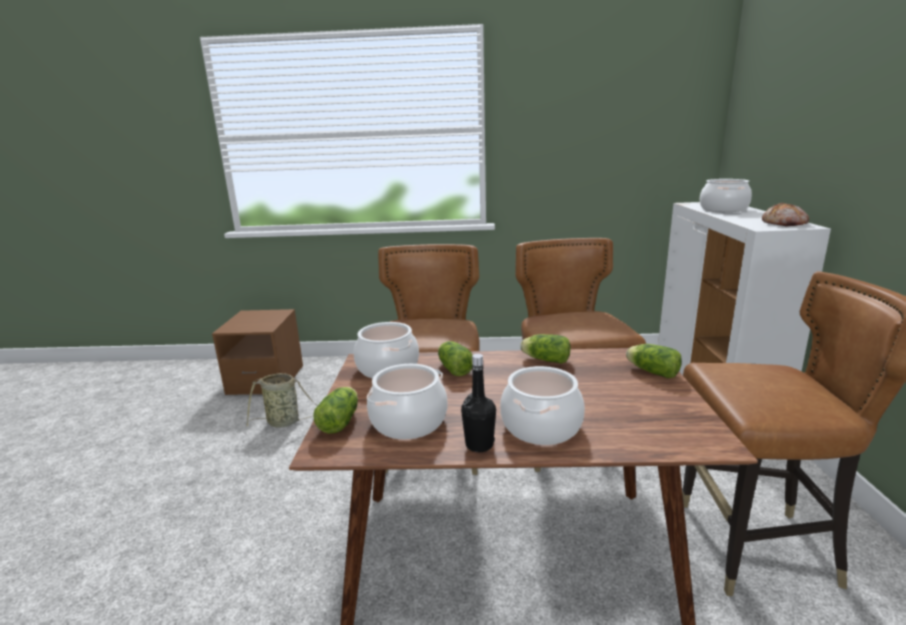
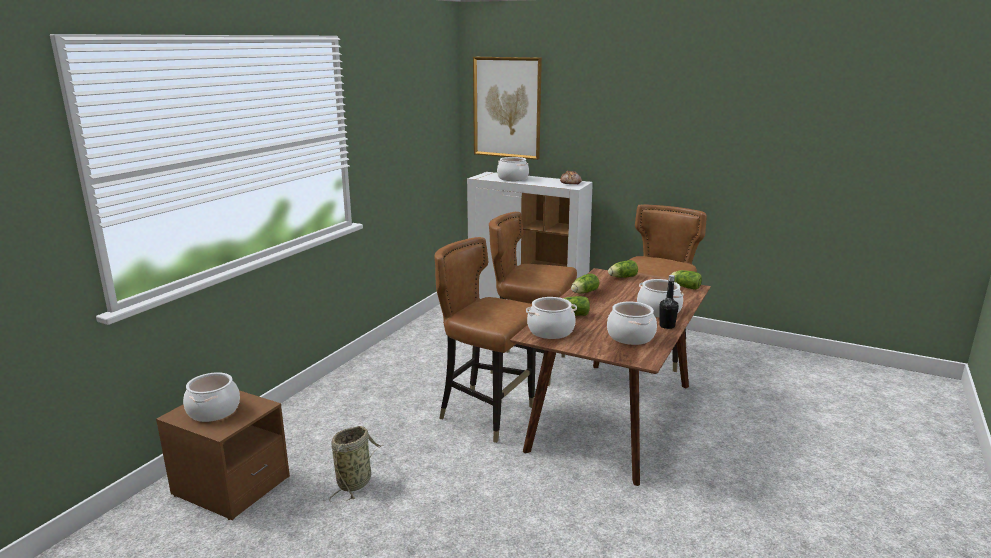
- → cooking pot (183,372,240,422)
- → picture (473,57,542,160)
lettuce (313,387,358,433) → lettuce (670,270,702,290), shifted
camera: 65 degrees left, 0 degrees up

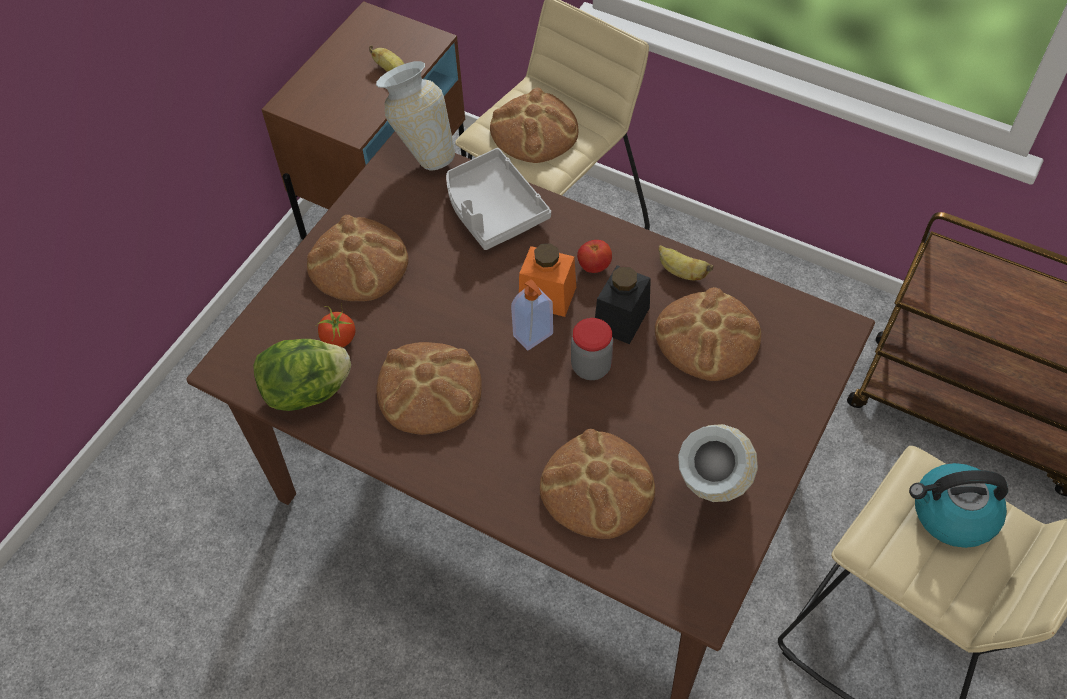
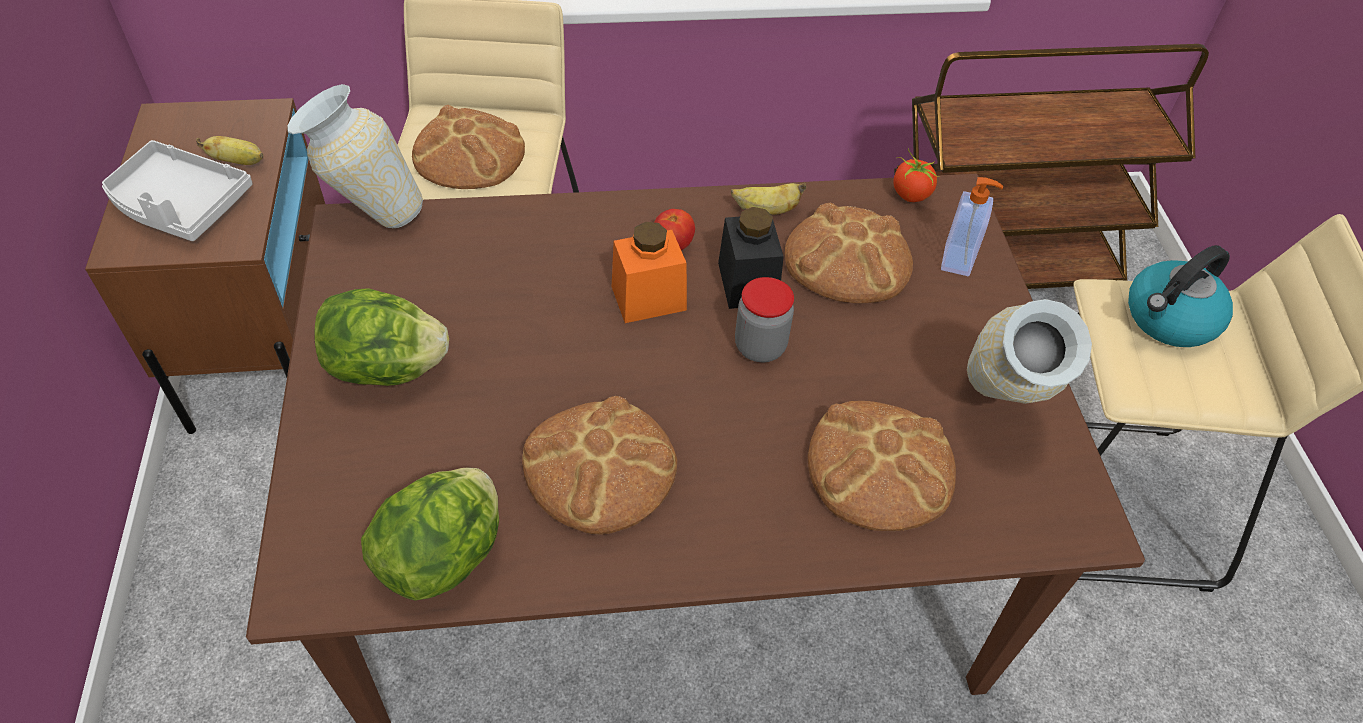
grey tray (446,148,551,250) → grey tray (102,140,253,241), shifted
bread (307,215,409,301) → lettuce (315,288,449,386)
tomato (317,305,356,348) → tomato (893,148,940,202), shifted
soap dispenser (511,279,553,350) → soap dispenser (941,177,1003,276), shifted
camera: 40 degrees left, 5 degrees down

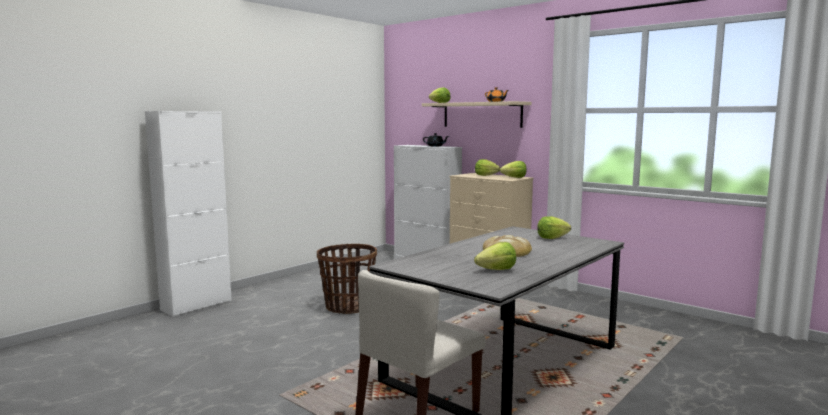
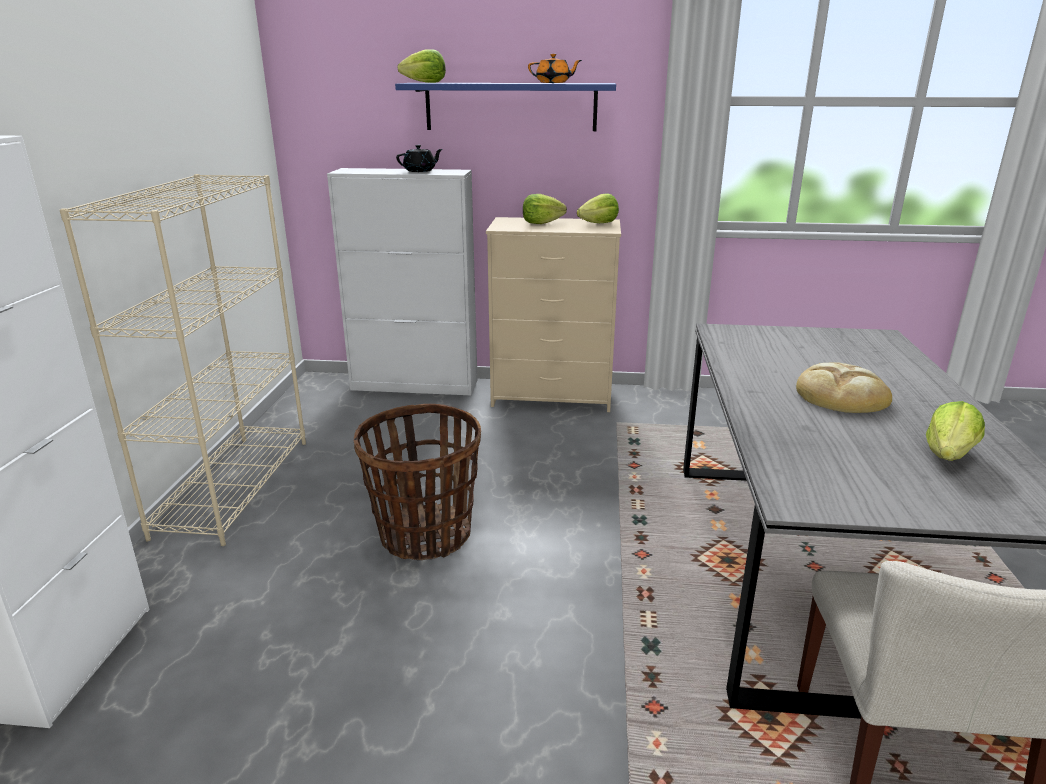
- → beige bookcase (60,174,306,546)
beige shelf (422,101,532,128) → blue shelf (395,83,616,131)
lettuce (537,216,571,239) → -
camera: 35 degrees left, 15 degrees up

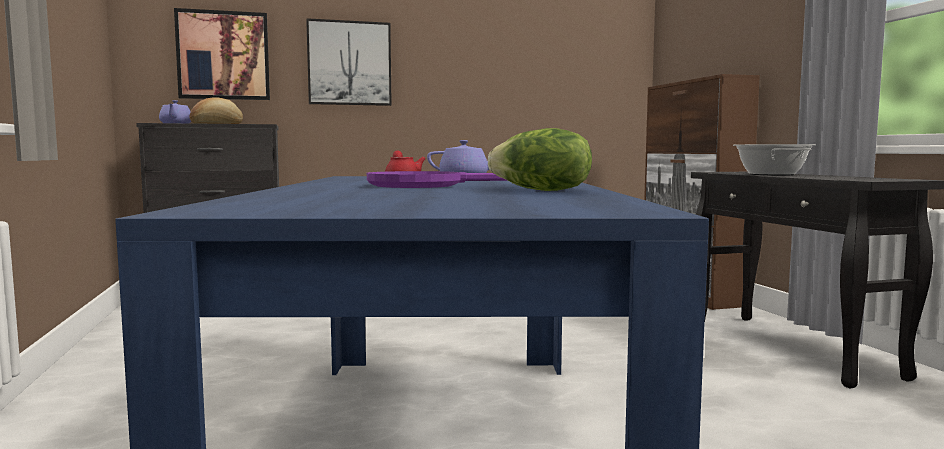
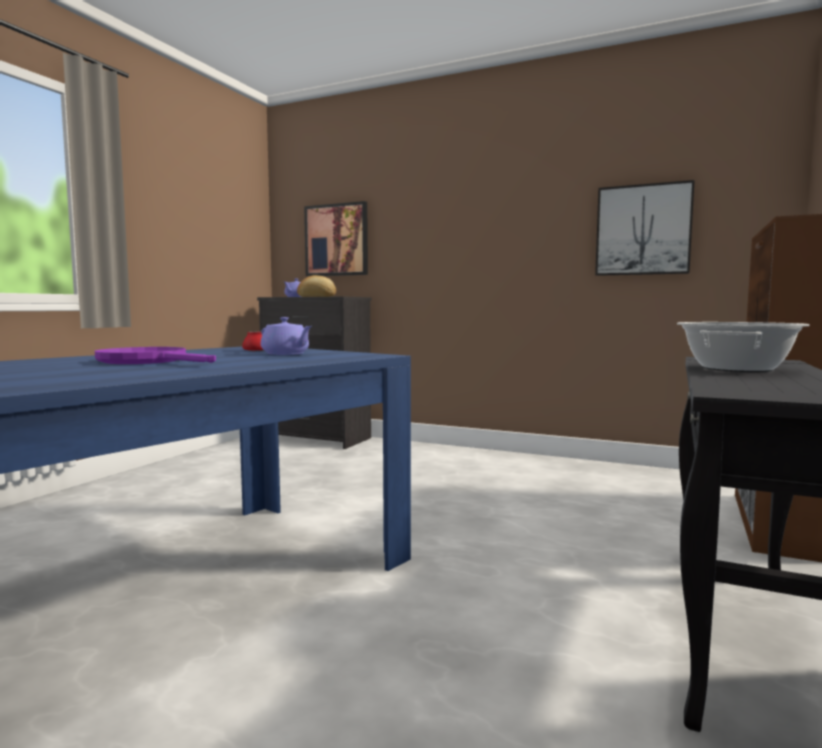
picture (306,18,392,106) → picture (595,180,695,276), shifted
lettuce (488,128,592,191) → -
camera: 40 degrees right, 0 degrees up

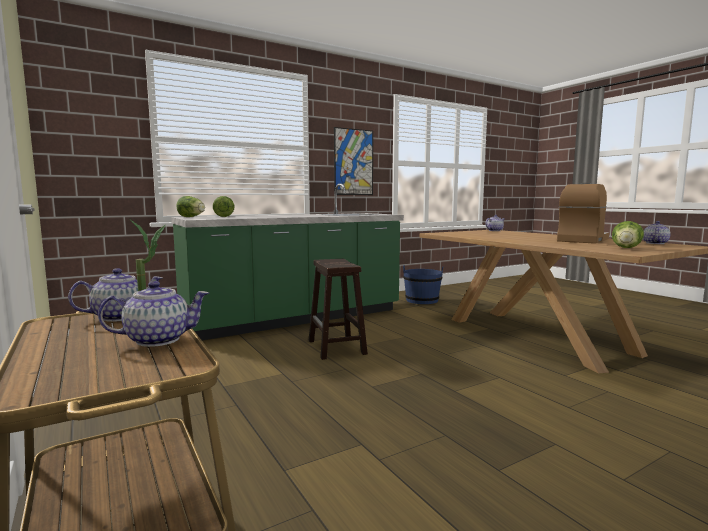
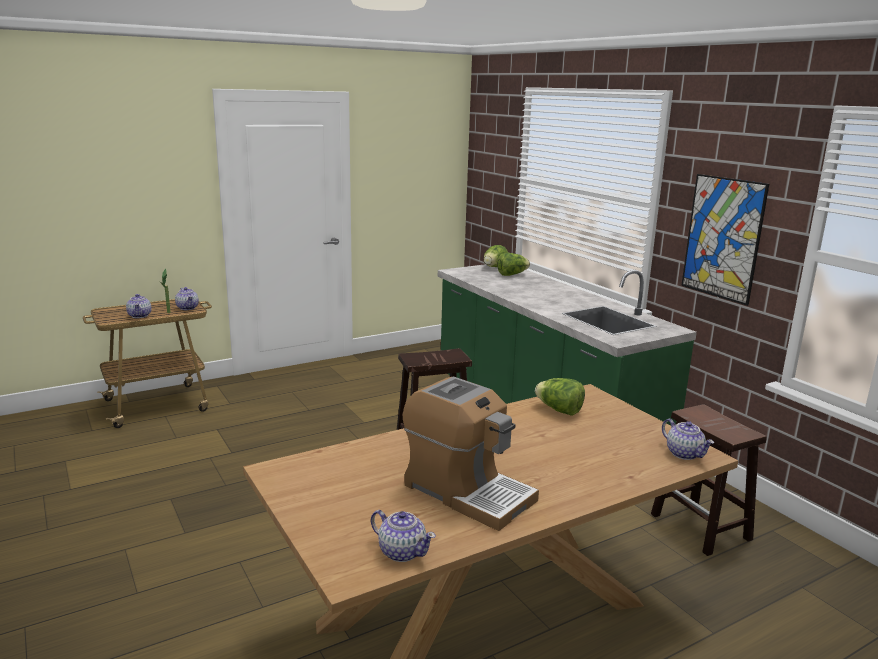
lettuce (612,221,644,248) → lettuce (535,378,585,416), shifted
blue bucket (403,265,443,304) → brown stool (651,404,767,556)
camera: 90 degrees right, 10 degrees up

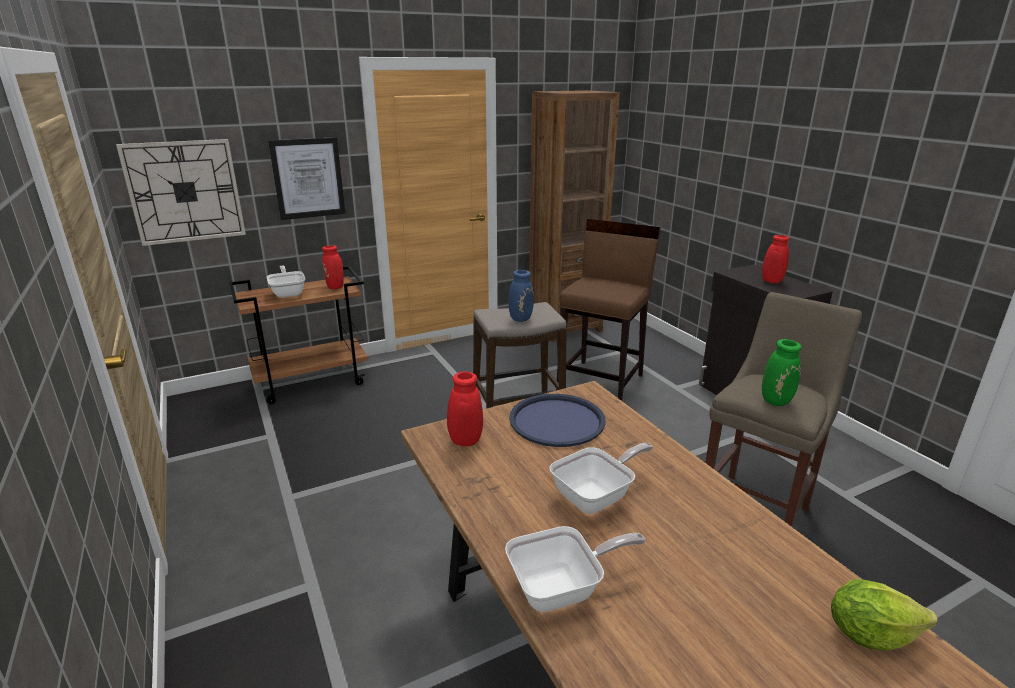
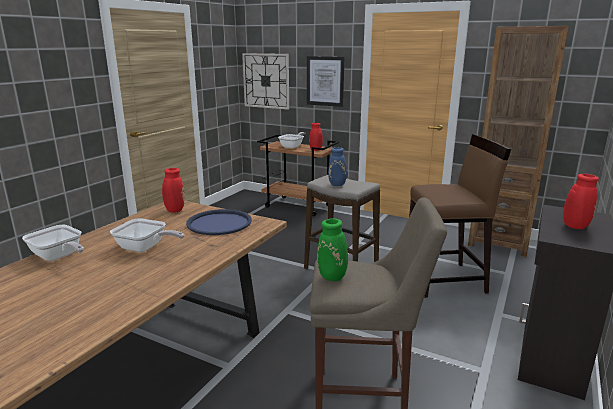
lettuce (831,579,938,651) → -
camera: 55 degrees right, 5 degrees down

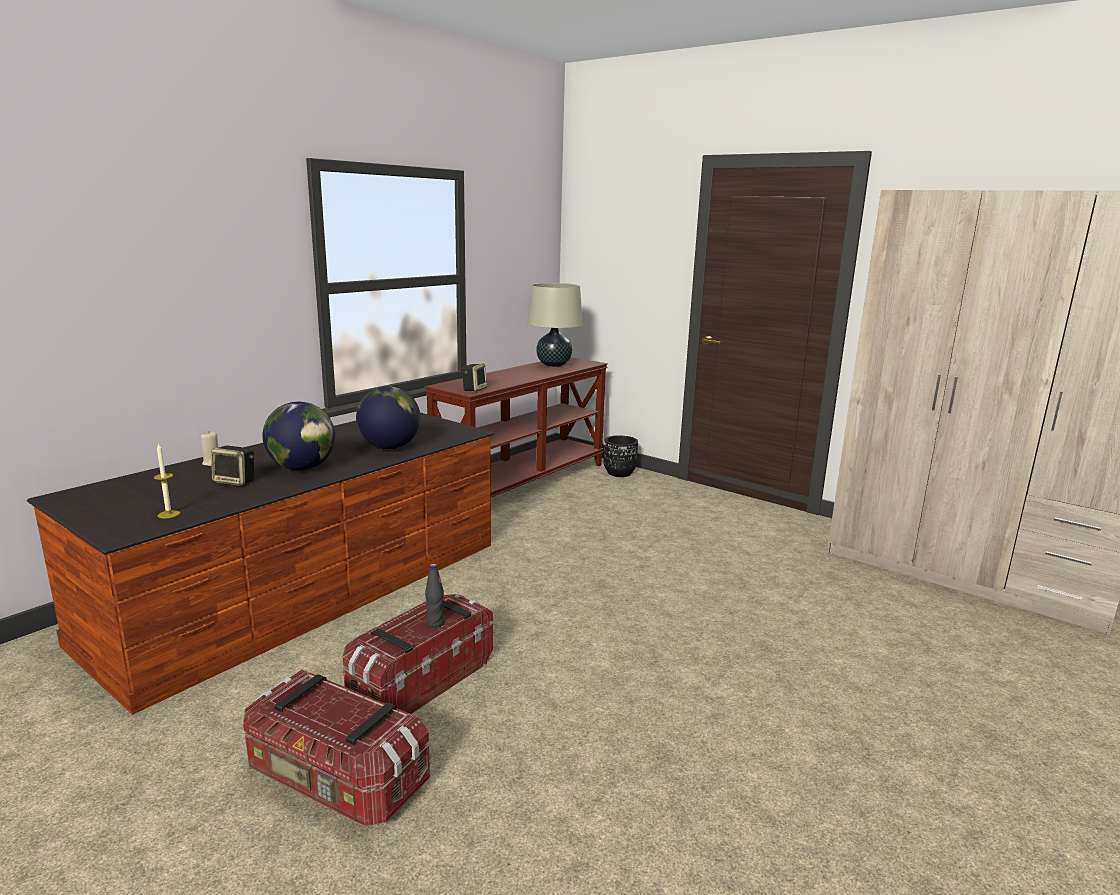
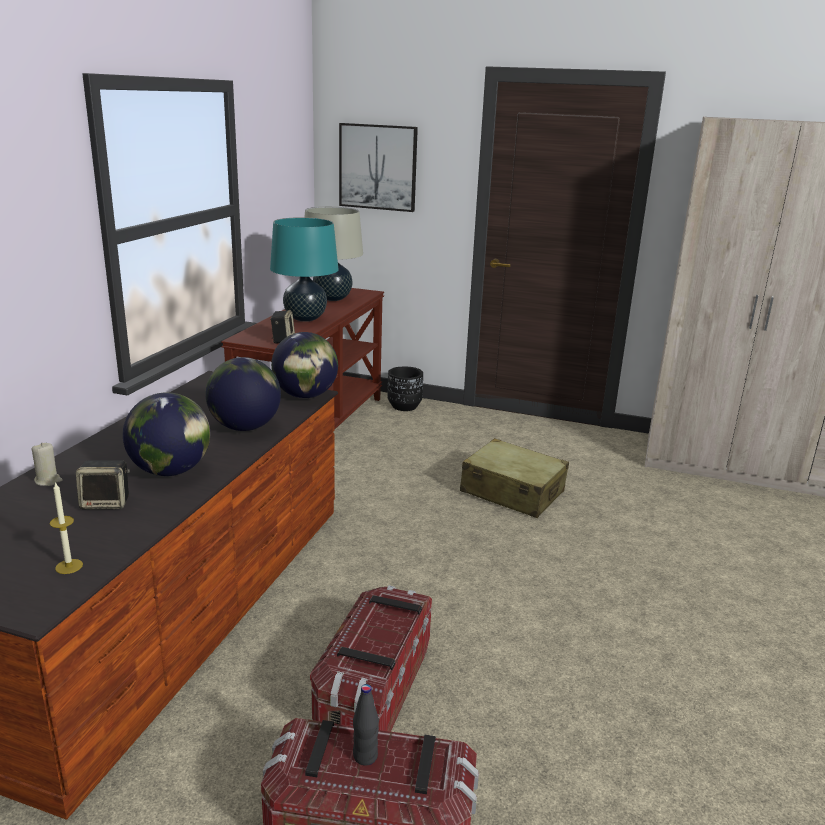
- → turquoise table lamp (270,217,339,322)
- → globe (271,332,338,398)
- → picture (339,123,418,212)
black bottle (425,564,445,628) → black bottle (353,684,379,765), shifted
- → beige suitcase (460,438,569,518)
camera: 20 degrees left, 5 degrees up

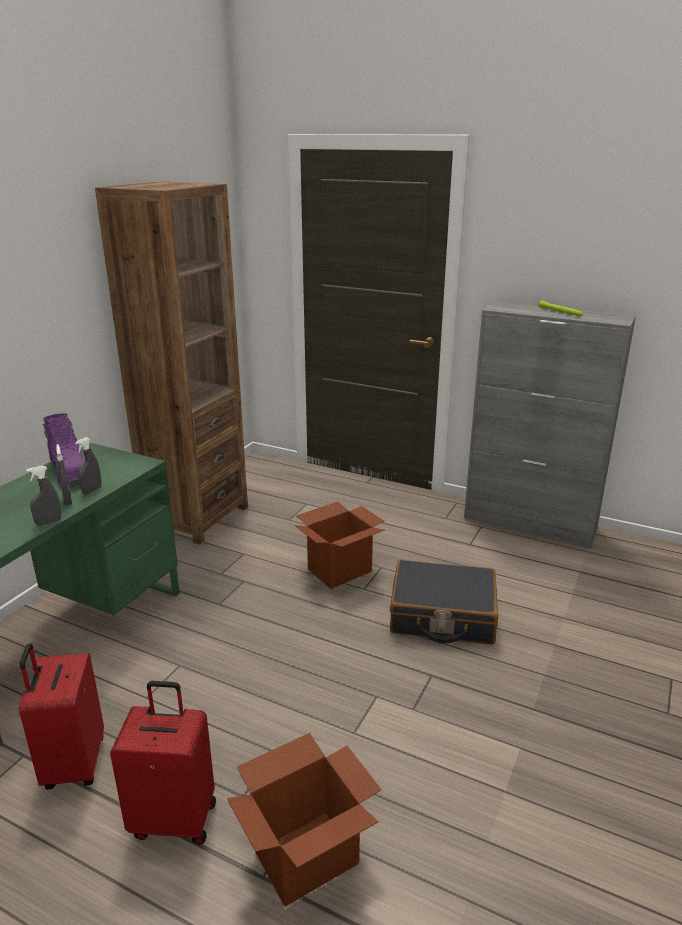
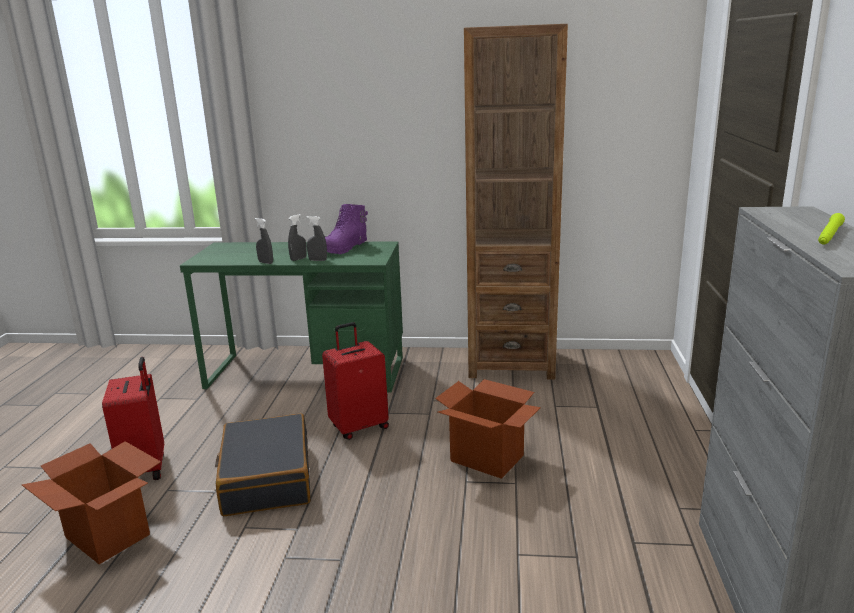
black suitcase (390,560,498,645) → black suitcase (215,413,311,516), shifted
red suitcase (19,643,104,790) → red suitcase (322,322,389,440), shifted
camera: 70 degrees right, 5 degrees down

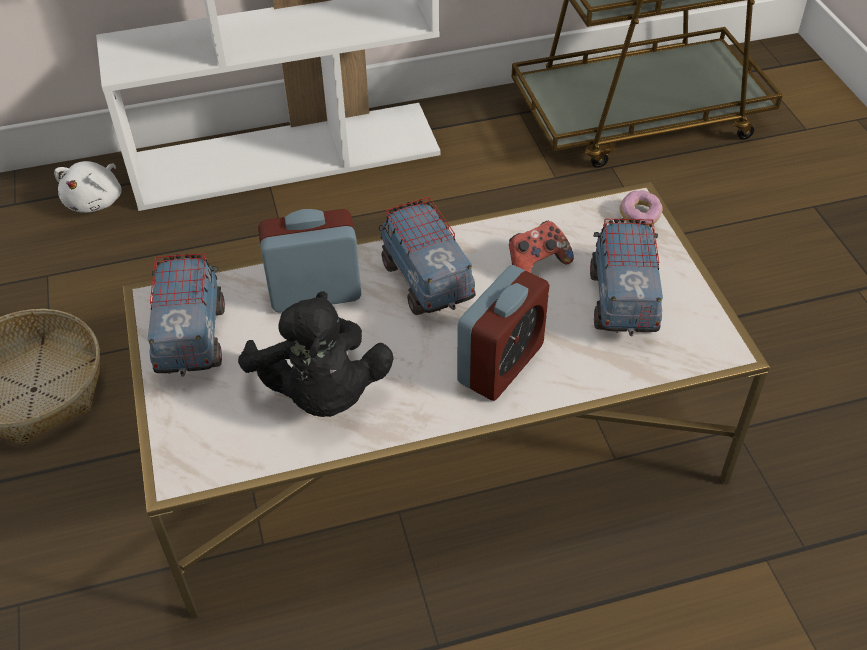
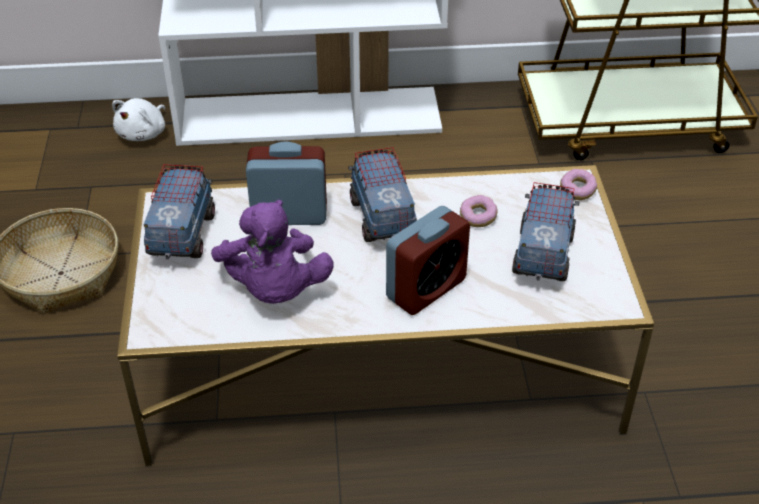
black plush toy (238,291,394,417) → purple plush toy (211,200,334,304)
game controller (509,221,574,273) → donut (460,195,498,227)
camera: 10 degrees right, 5 degrees down

